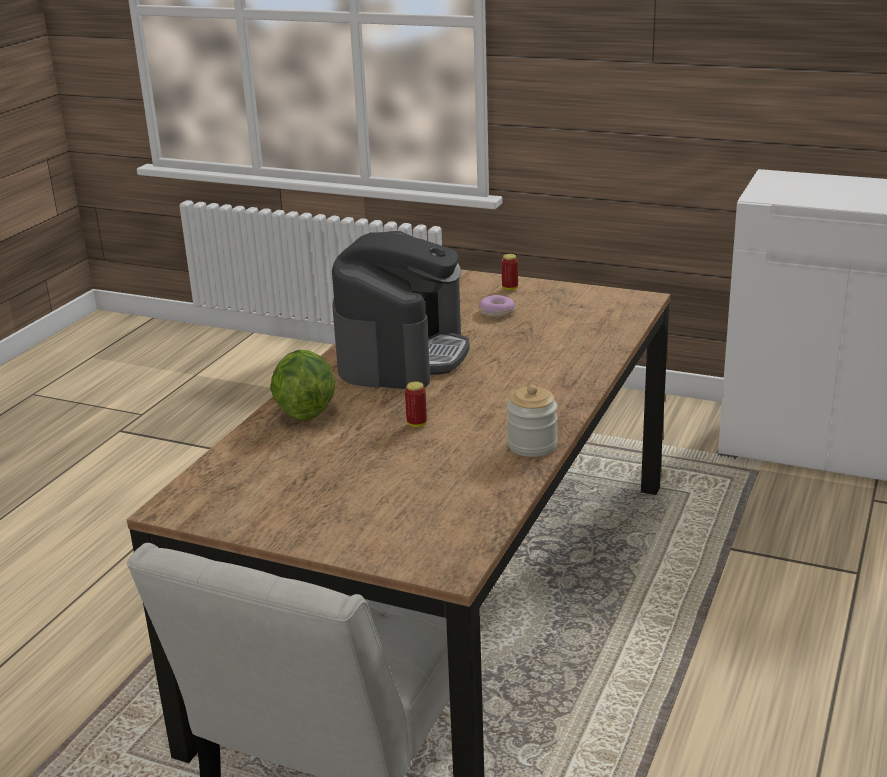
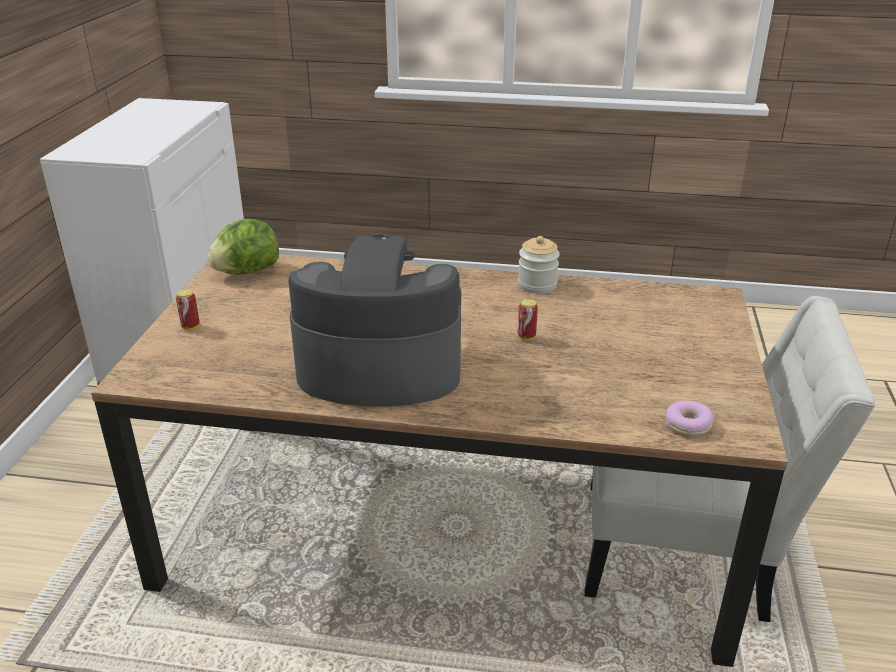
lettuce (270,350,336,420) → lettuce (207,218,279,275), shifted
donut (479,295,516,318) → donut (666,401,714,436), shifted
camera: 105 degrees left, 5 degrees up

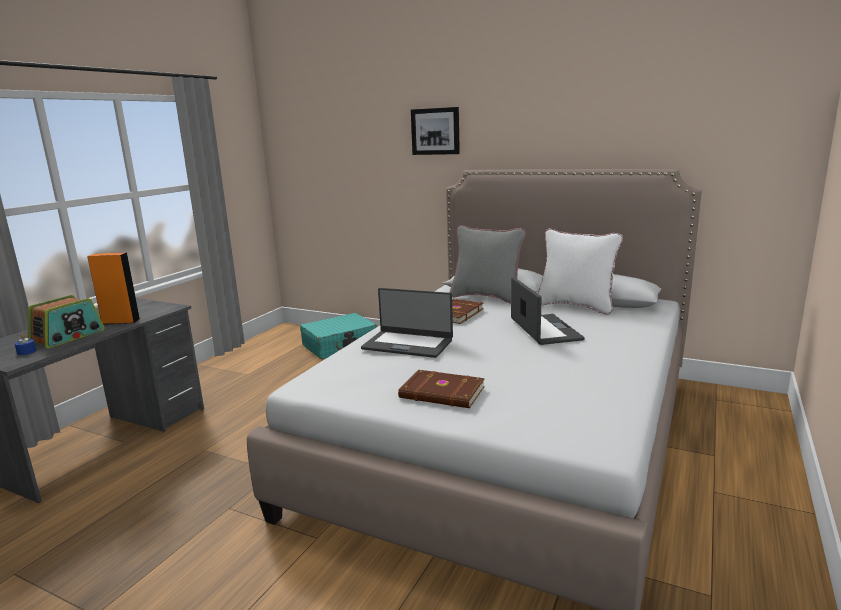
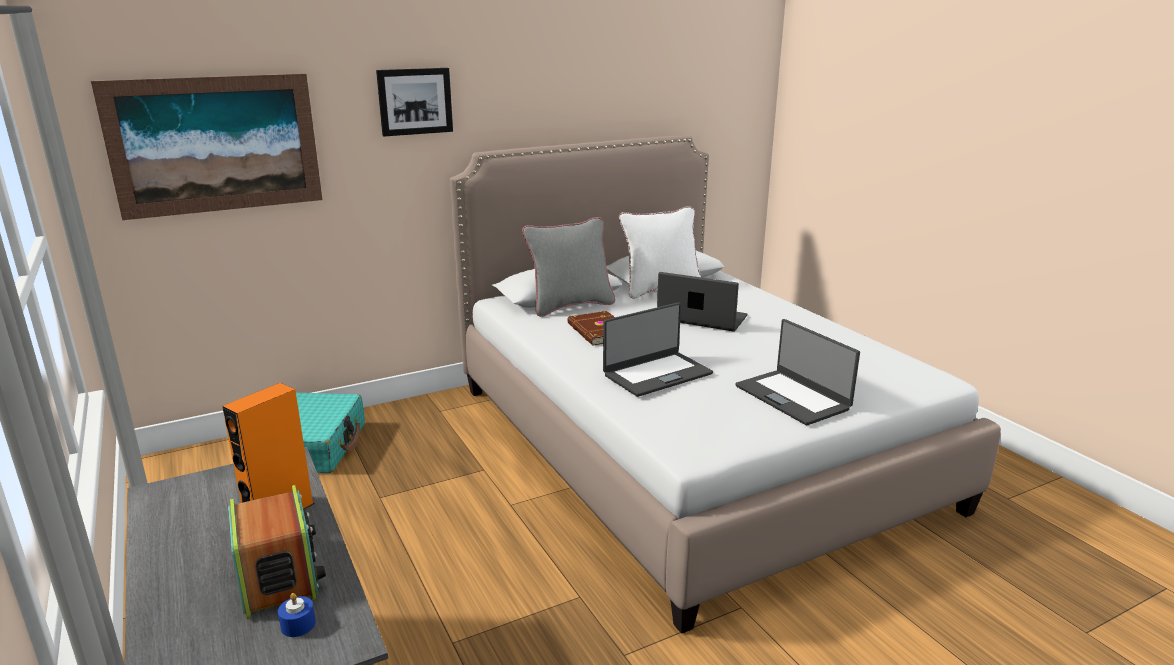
- → picture (91,74,322,220)
brown book (398,370,485,408) → laptop (735,319,860,425)
camera: 55 degrees left, 5 degrees up

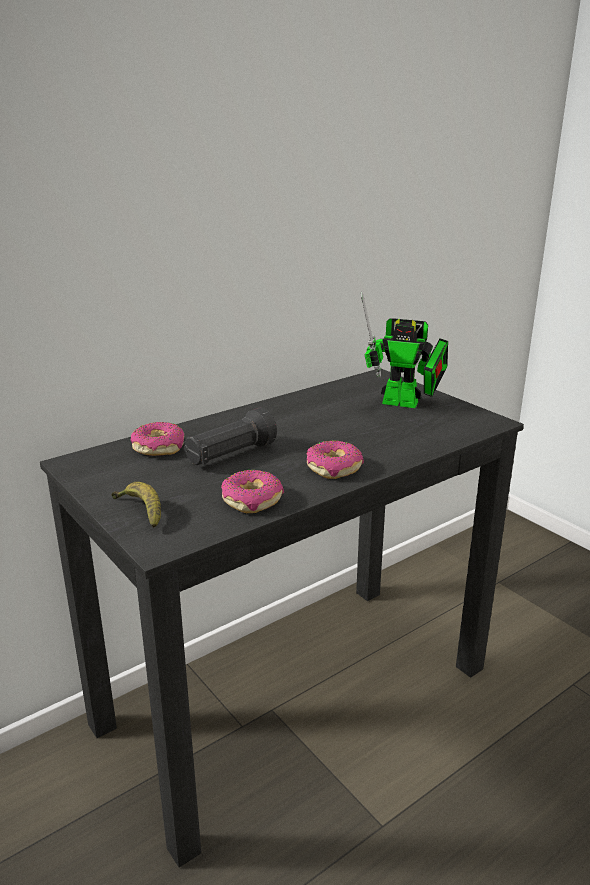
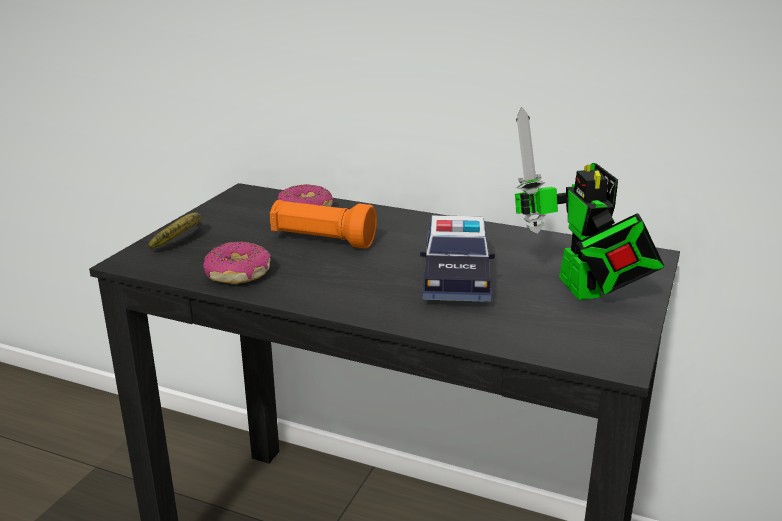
black flashlight (184,408,277,465) → orange flashlight (270,200,377,249)
- → toy car (420,215,495,302)
donut (306,440,364,479) → -
camera: 60 degrees right, 0 degrees up

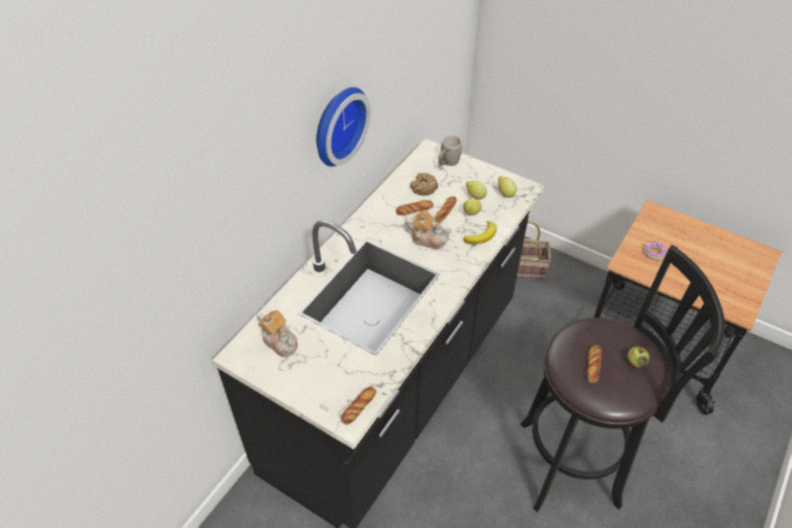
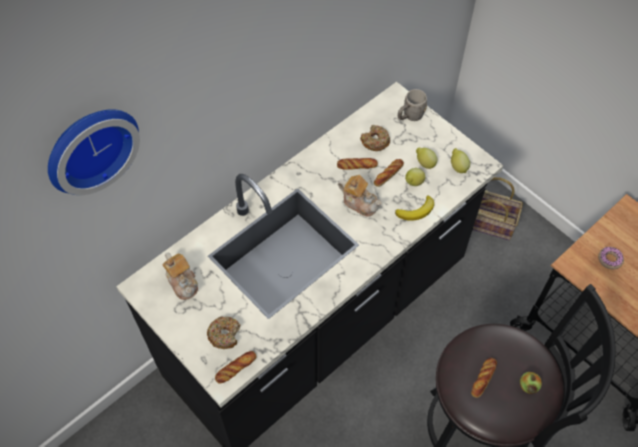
wall clock (316,87,371,167) → wall clock (48,109,140,195), shifted
- → donut (207,316,241,349)
camera: 15 degrees right, 10 degrees up

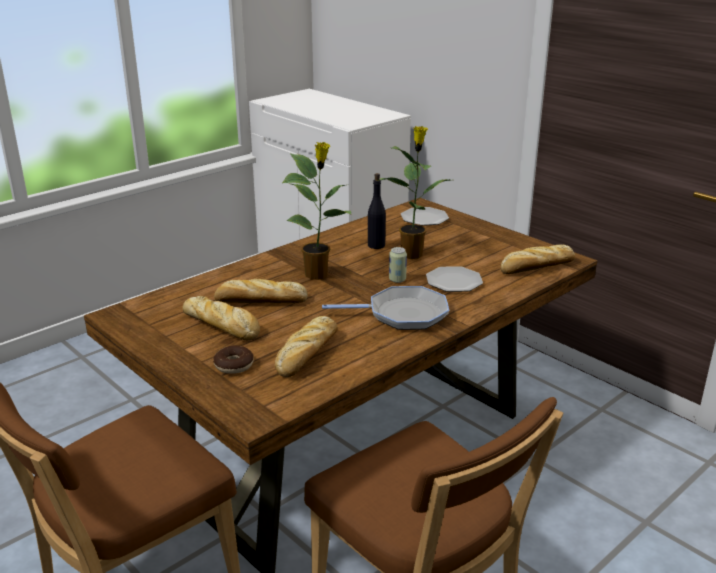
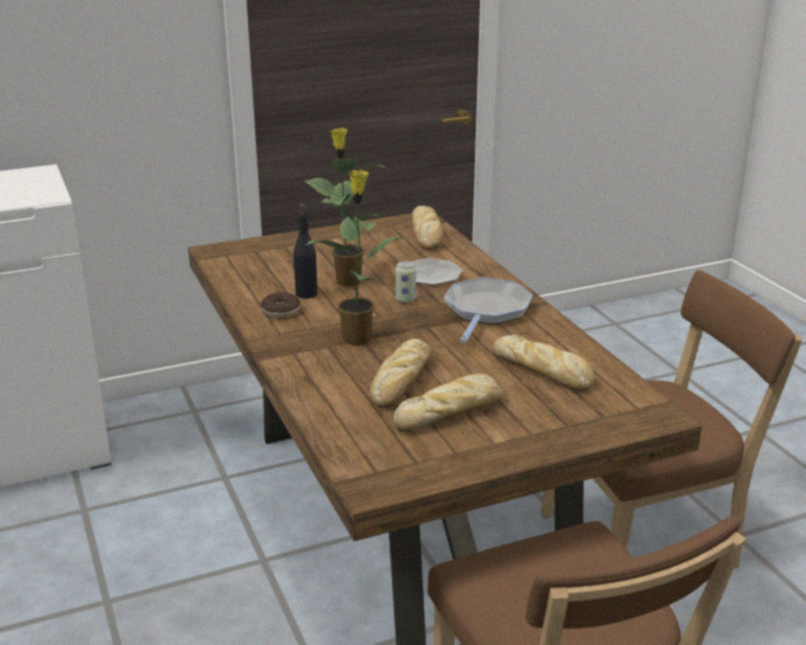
donut (213,346,254,374) → donut (261,292,301,317), shifted
plate (401,207,449,226) → -
camera: 70 degrees left, 0 degrees up

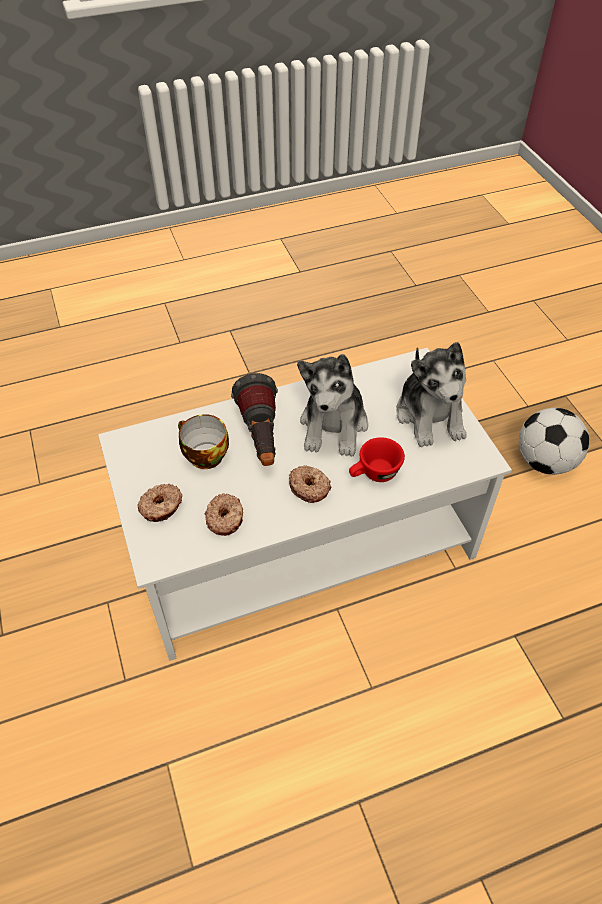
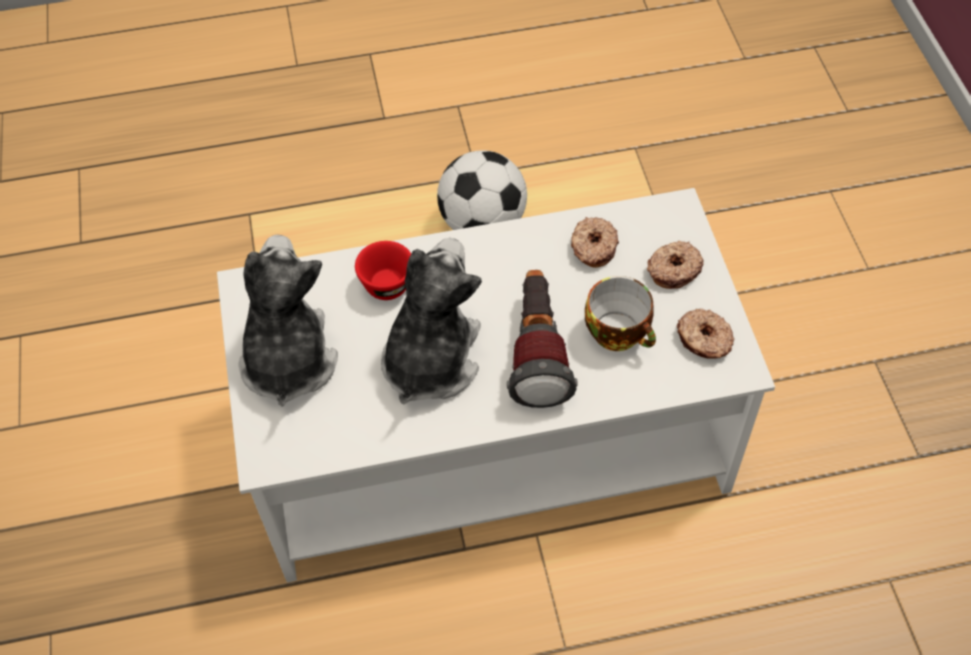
football (519,408,589,475) → football (437,150,527,230), shifted
donut (289,465,331,503) → donut (677,308,734,359), shifted
camera: 170 degrees left, 5 degrees up

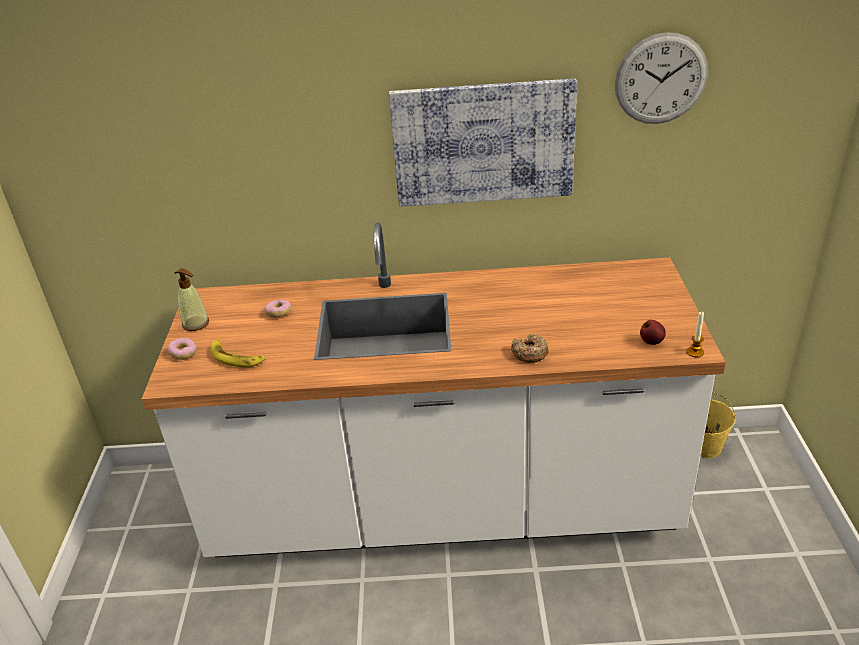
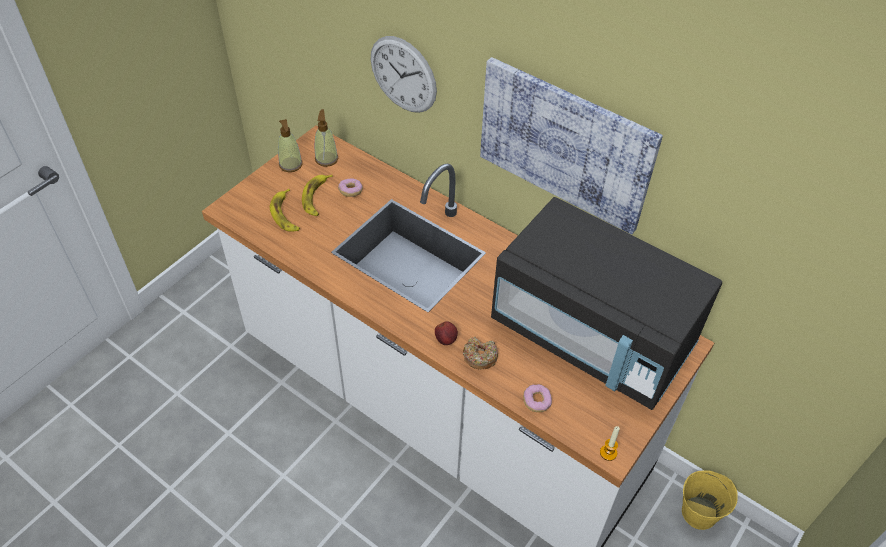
- → banana (302,175,333,216)
- → soap dispenser (315,109,338,167)
wall clock (615,32,708,124) → wall clock (371,36,437,113), shifted
apple (640,320,666,345) → apple (435,321,458,345), shifted
- → black microwave (491,197,722,410)
donut (167,338,197,360) → donut (523,384,552,412), shifted
camera: 35 degrees right, 15 degrees up

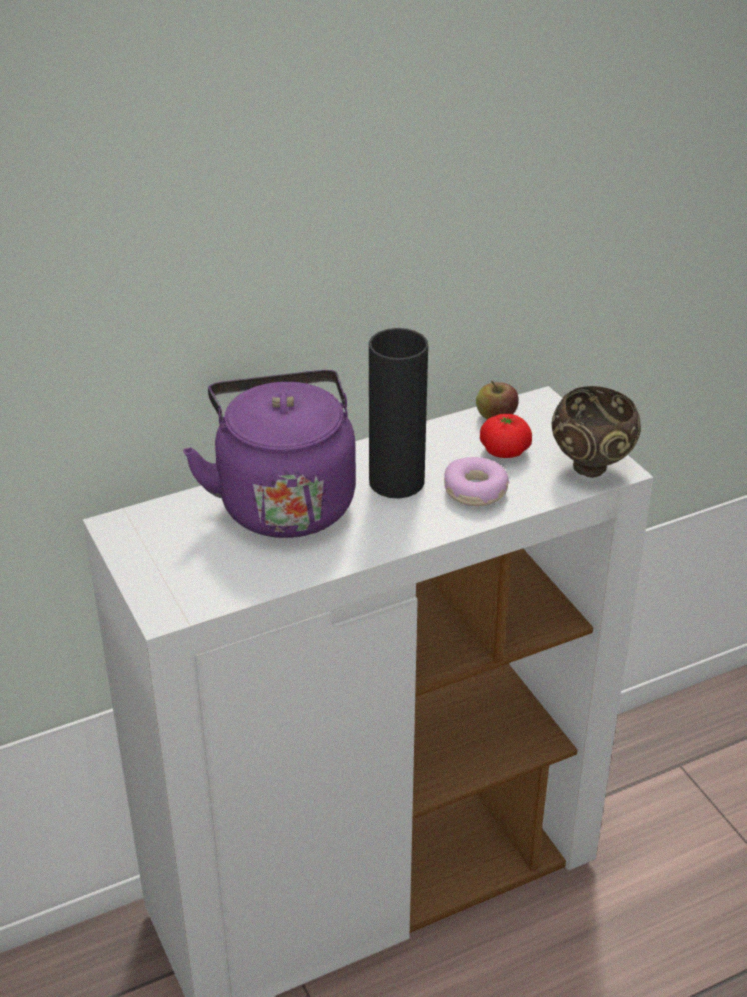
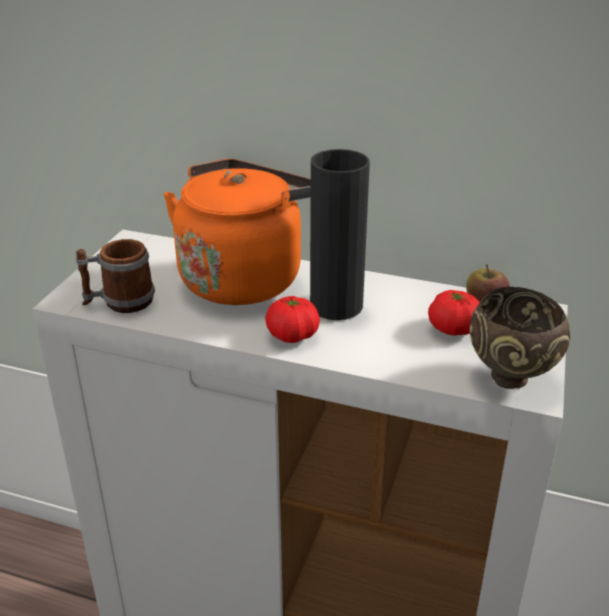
- → mug (76,239,155,313)
purple kettle (183,370,356,538) → orange kettle (164,159,311,305)
- → tomato (265,296,320,343)
donut (444,457,510,506) → -
camera: 45 degrees right, 5 degrees down

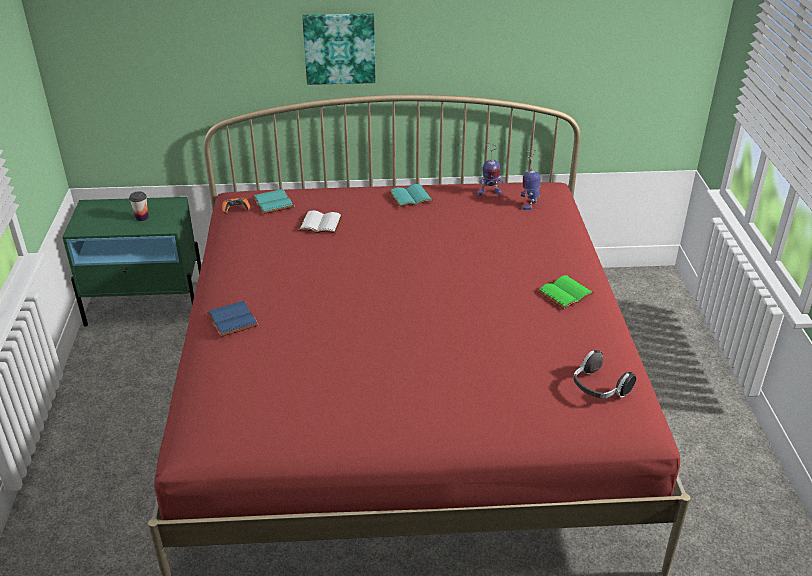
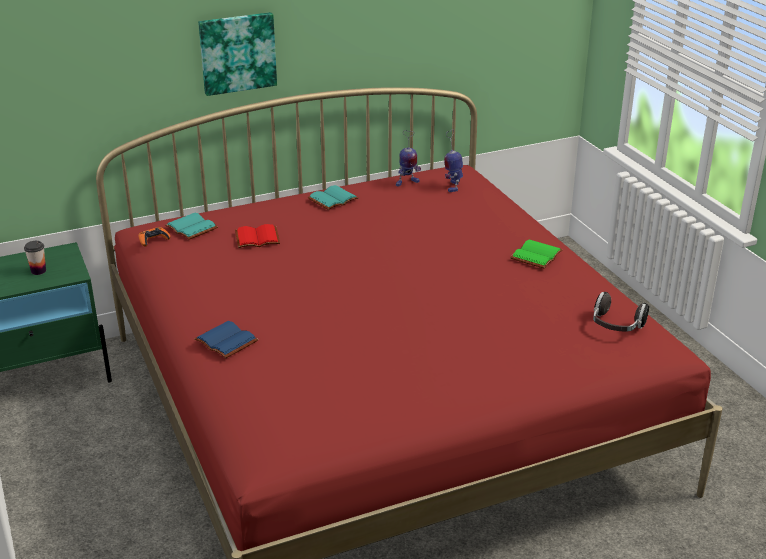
white book (298,210,343,234) → red book (235,224,280,248)
camera: 20 degrees left, 5 degrees down

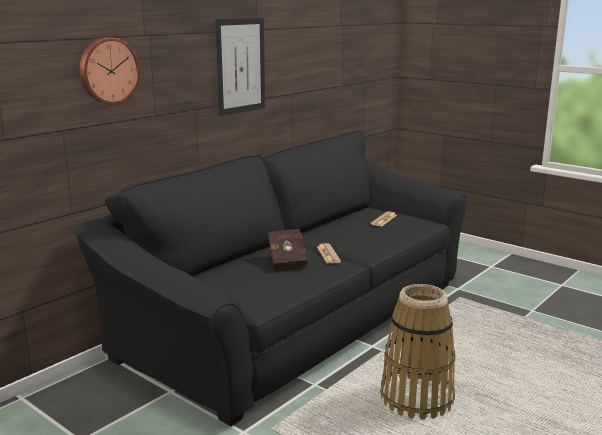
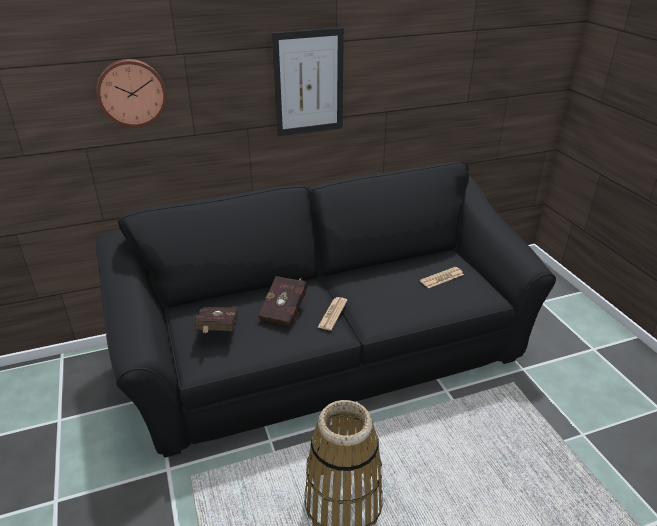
- → red book (194,307,238,333)
camera: 30 degrees right, 15 degrees up

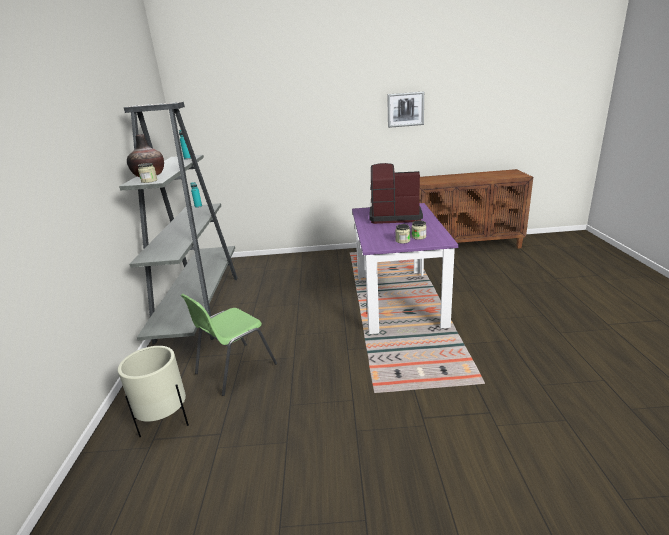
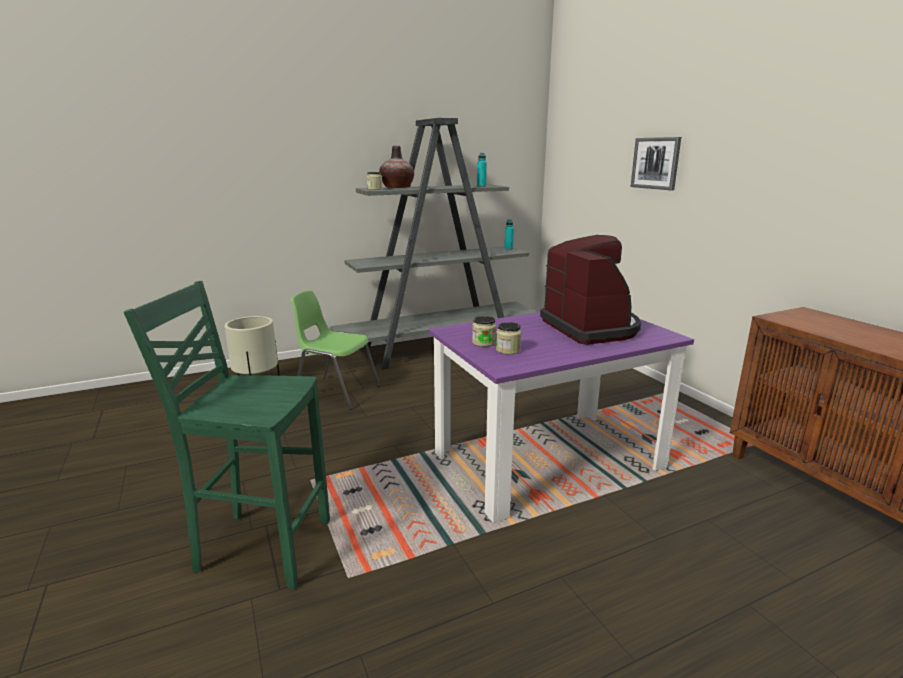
- → green stool (124,281,330,589)
picture (387,91,424,128) → picture (631,137,681,190), shifted
camera: 65 degrees right, 5 degrees down

